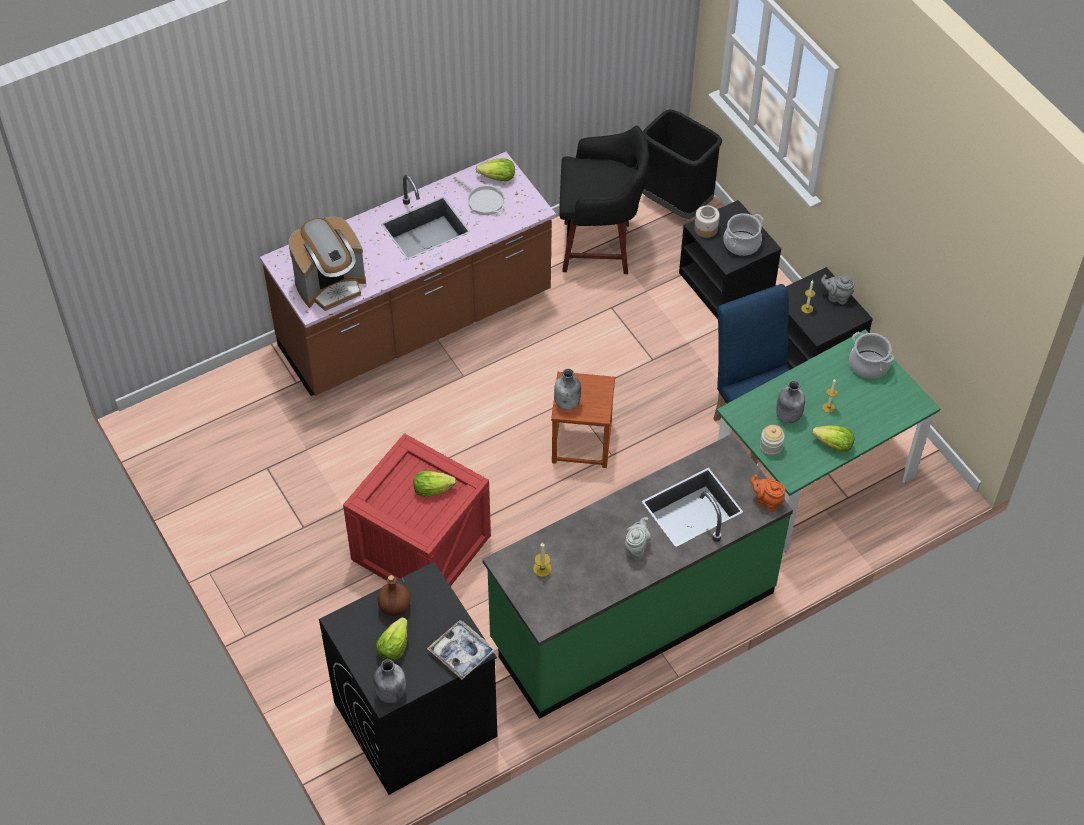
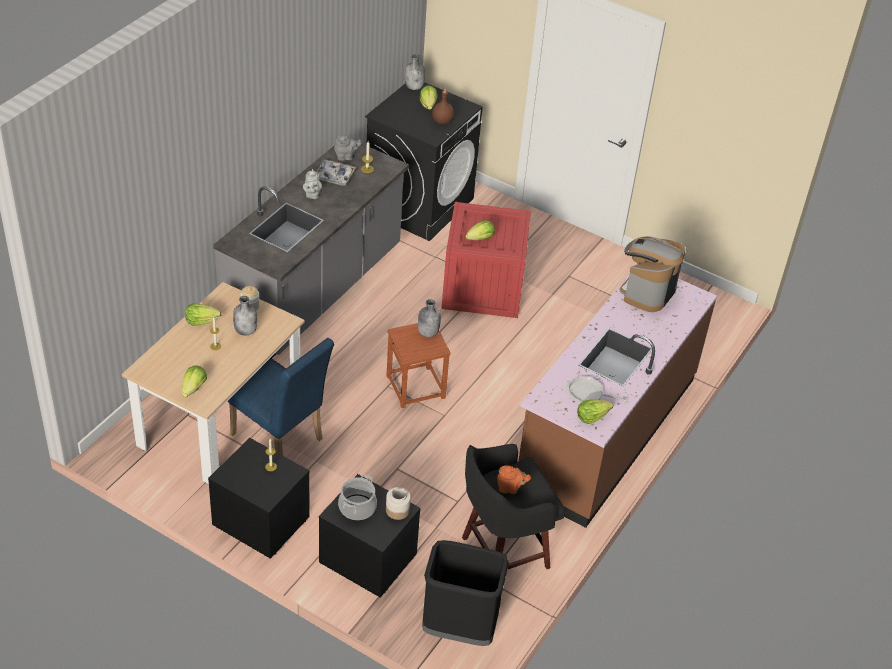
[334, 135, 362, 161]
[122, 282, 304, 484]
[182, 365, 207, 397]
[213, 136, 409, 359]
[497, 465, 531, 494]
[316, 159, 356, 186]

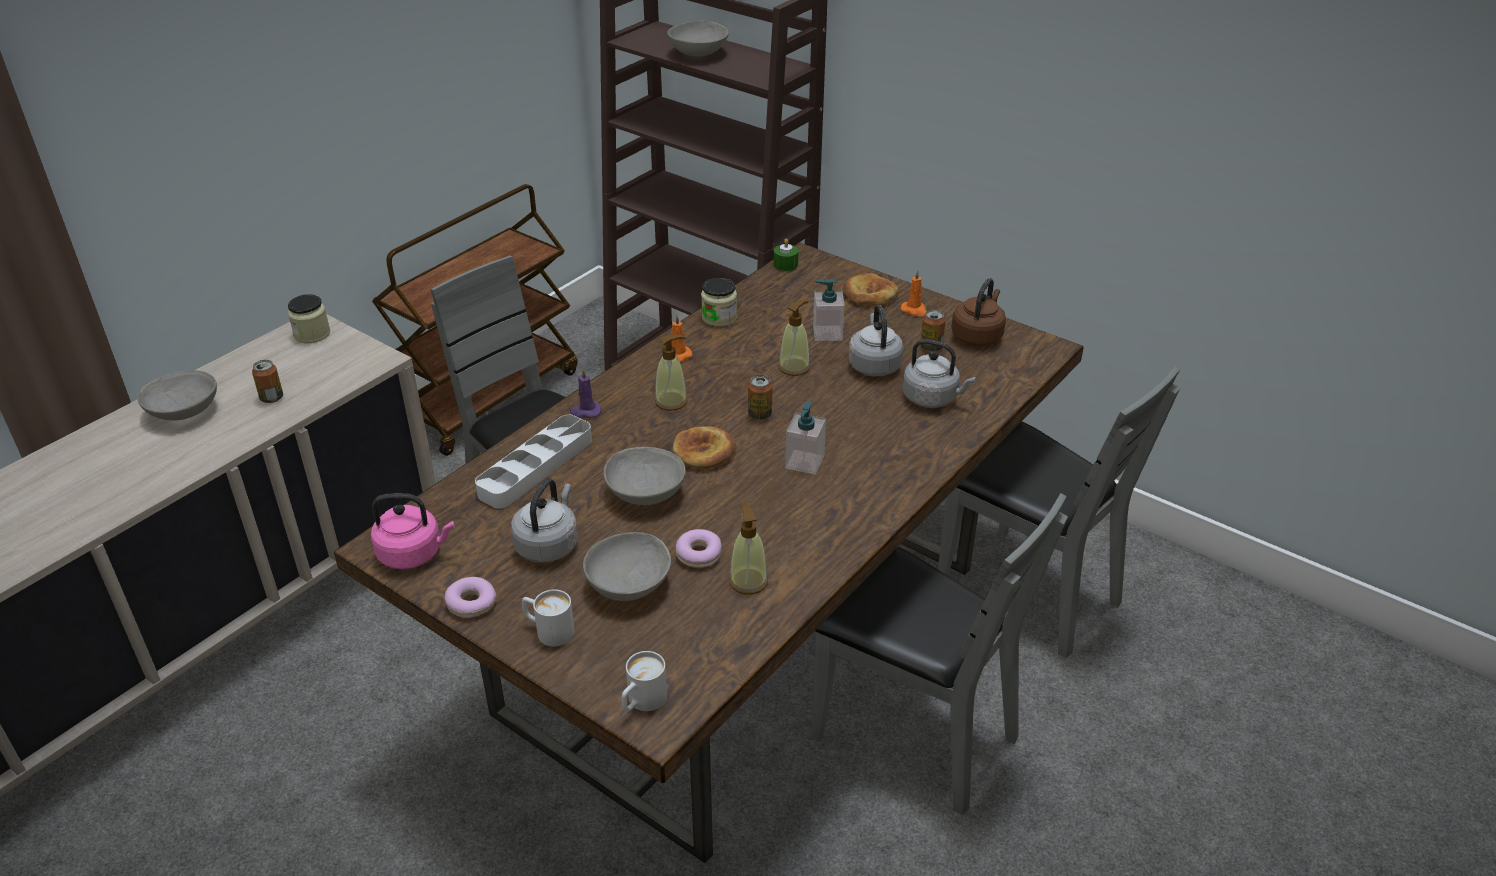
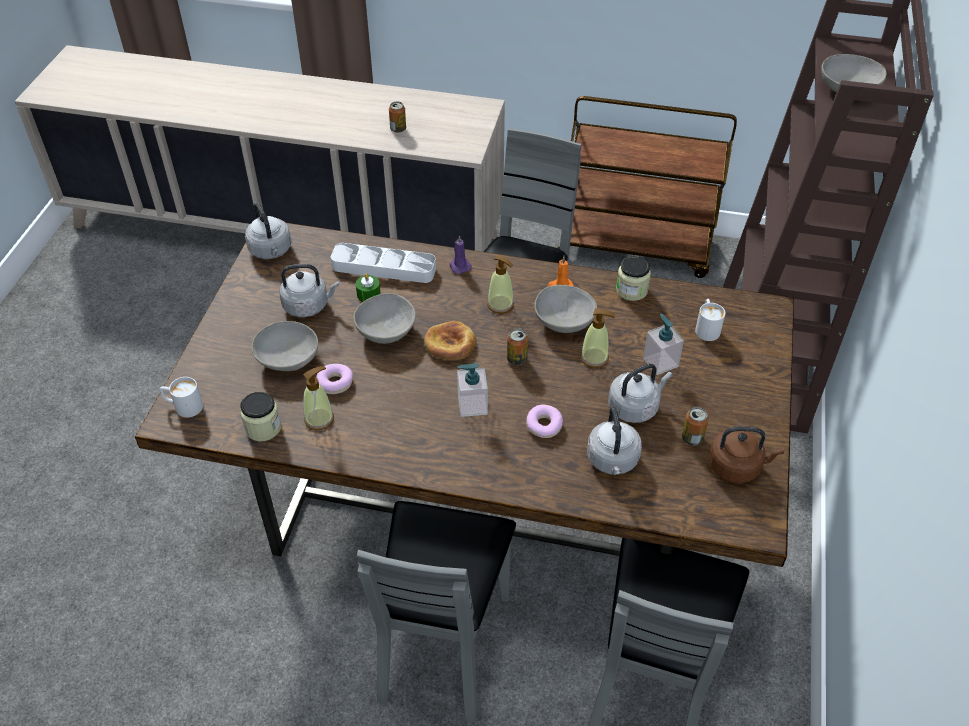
[356, 273, 381, 302]
[901, 270, 926, 316] (first image)
[843, 273, 899, 306] (first image)
[240, 392, 281, 441]
[534, 285, 597, 333]
[245, 202, 291, 259]
[526, 404, 563, 438]
[695, 299, 725, 341]

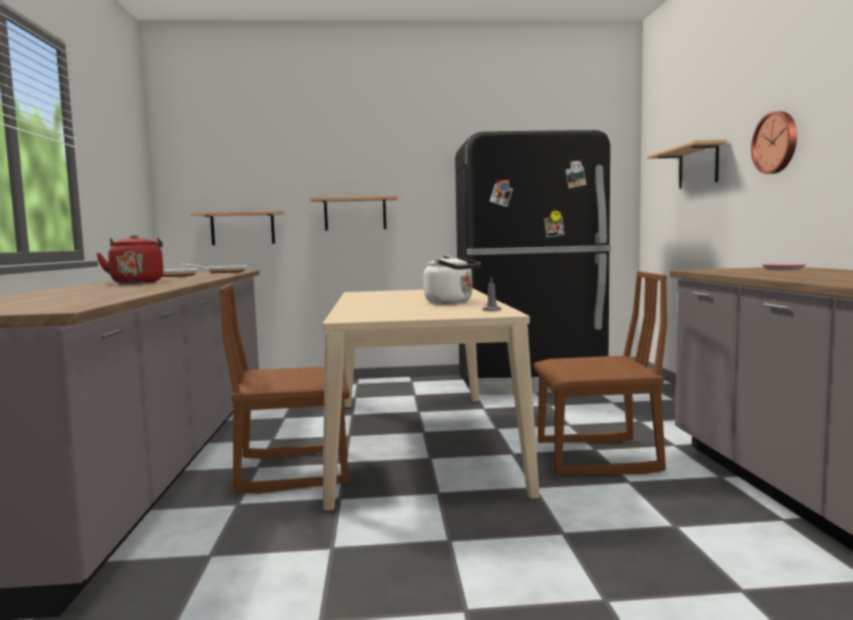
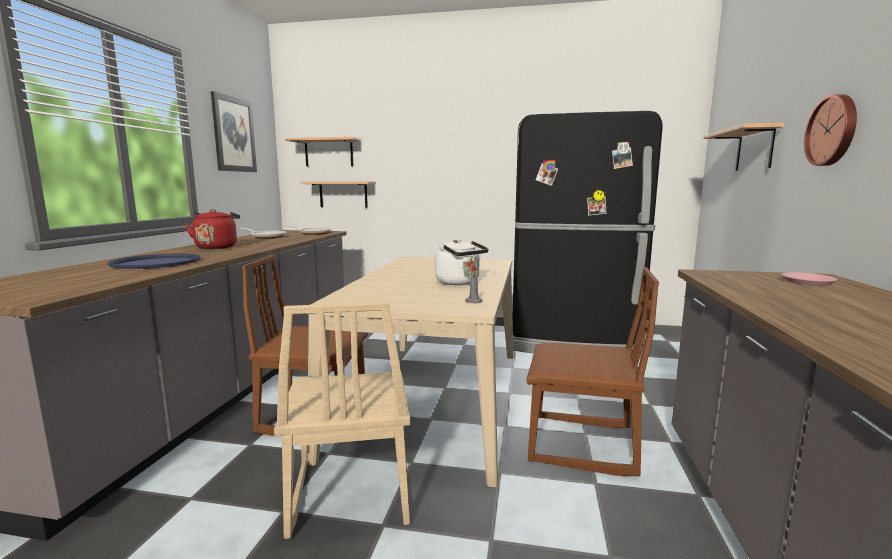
[285, 137, 362, 166]
[211, 91, 257, 172]
[108, 253, 201, 269]
[274, 302, 410, 539]

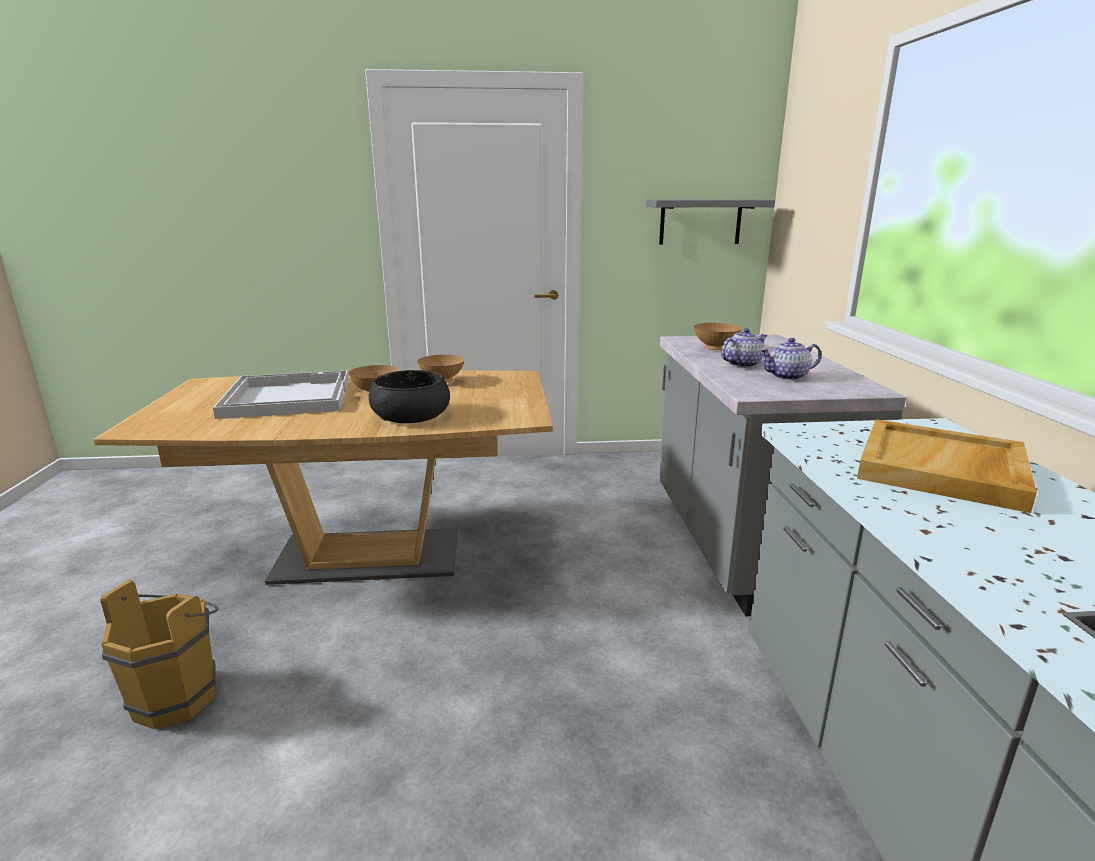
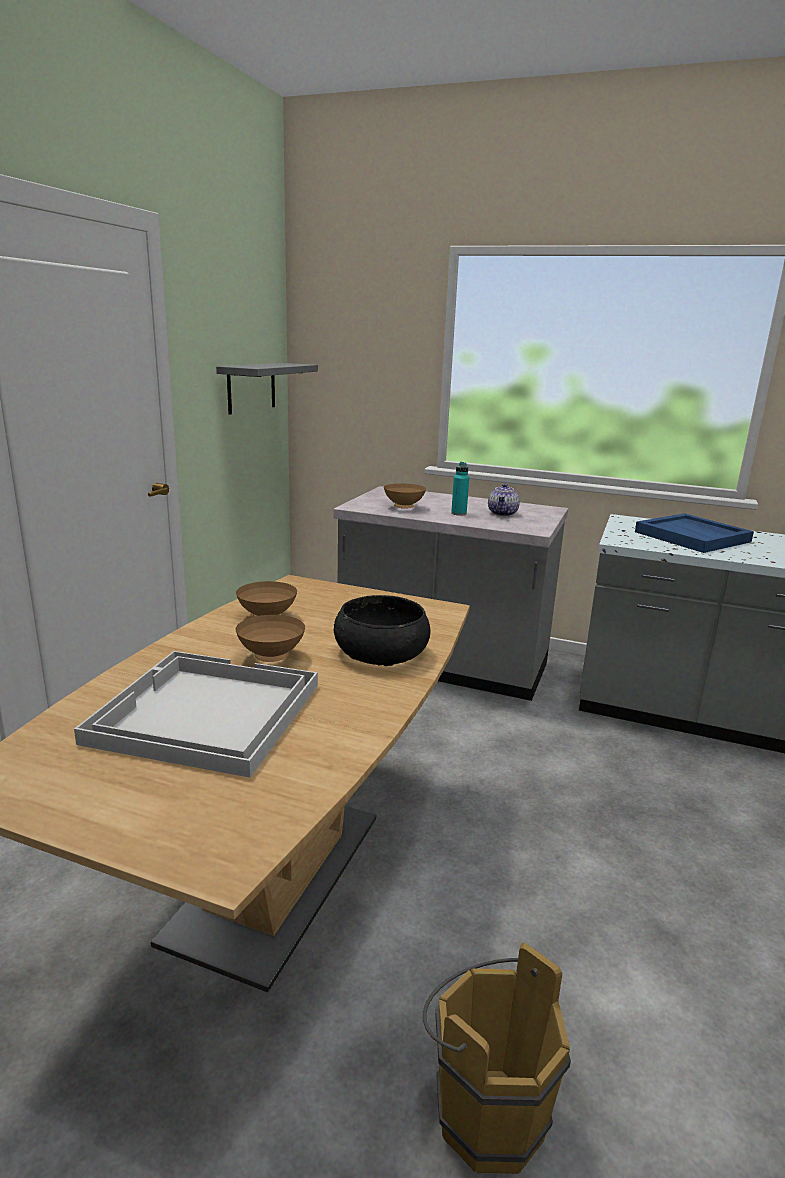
[451, 462, 469, 516]
[635, 513, 754, 553]

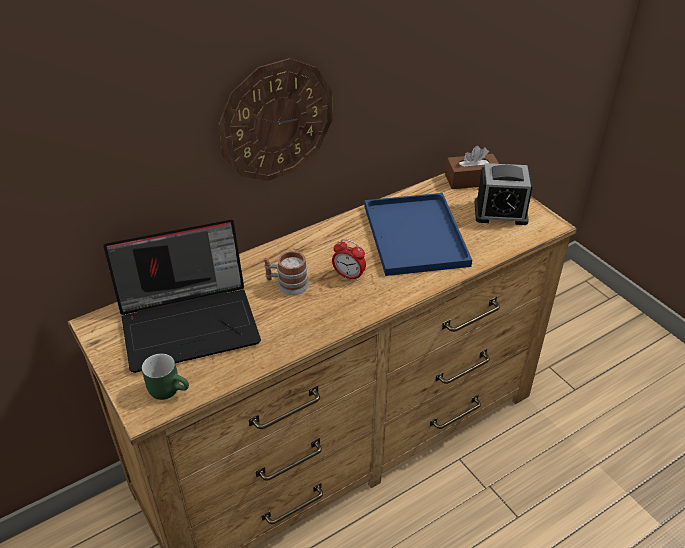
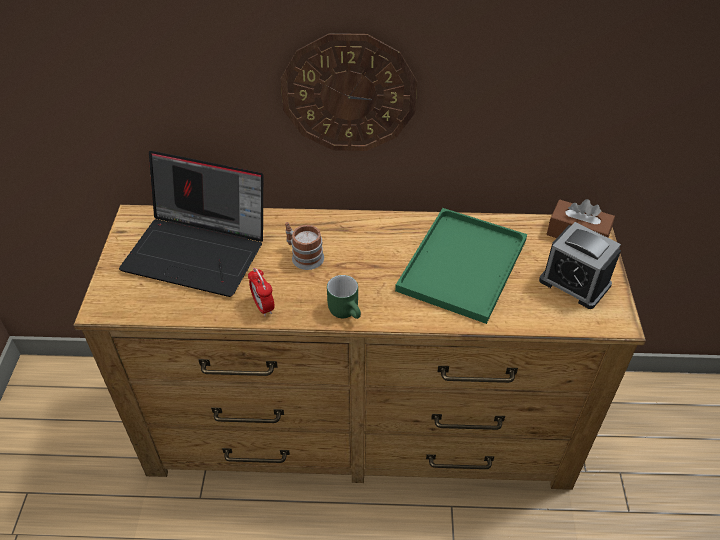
[395, 208, 527, 324]
[248, 268, 275, 316]
[327, 275, 361, 319]

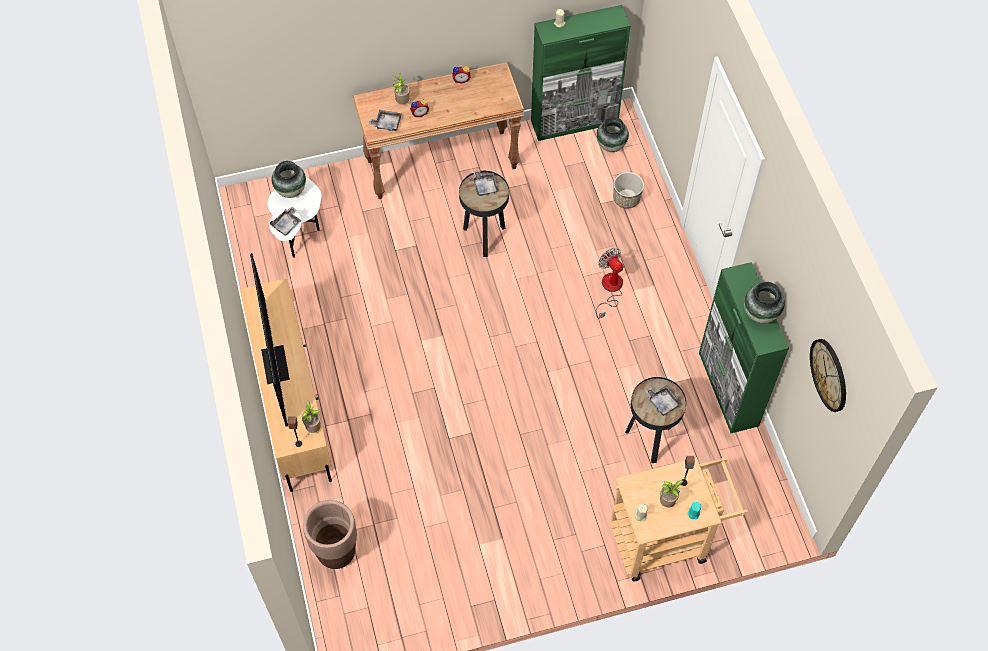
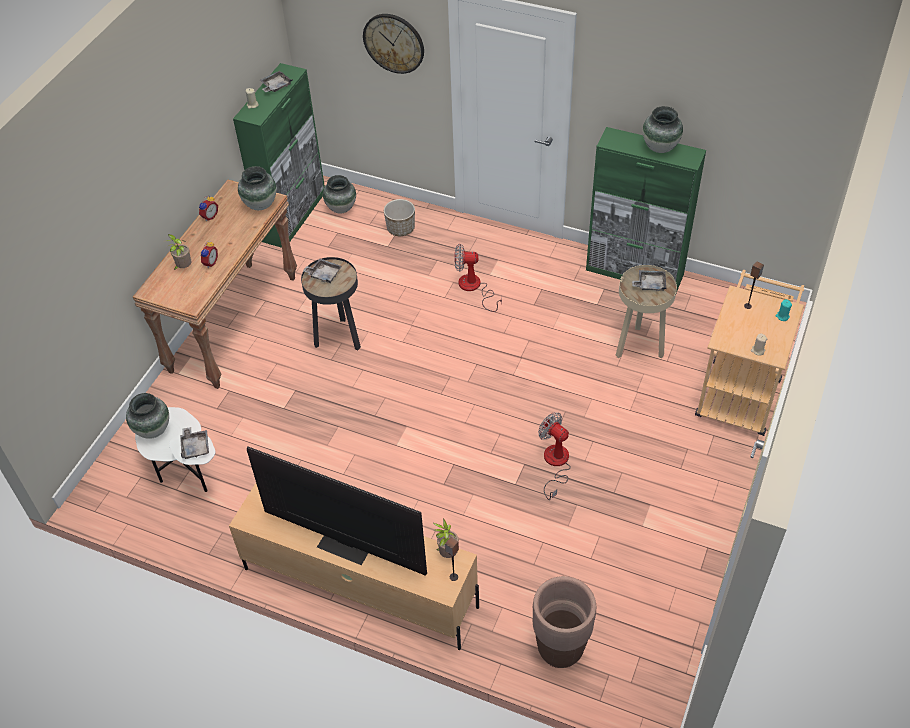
[260, 71, 293, 92]
[363, 14, 424, 74]
[616, 265, 677, 358]
[660, 480, 683, 508] (first image)
[238, 166, 277, 210]
[538, 412, 571, 500]

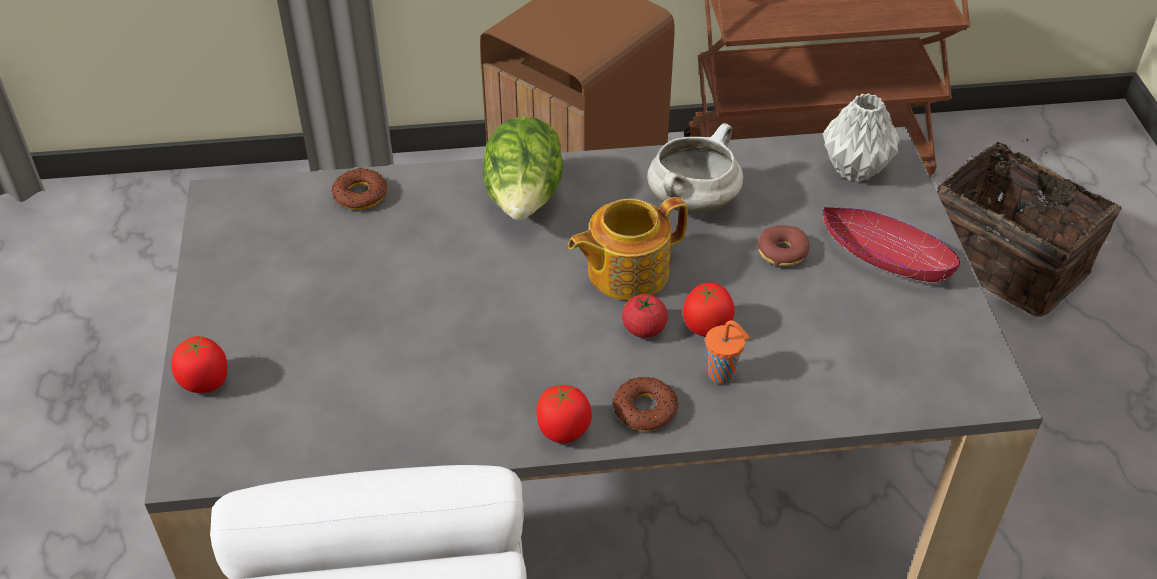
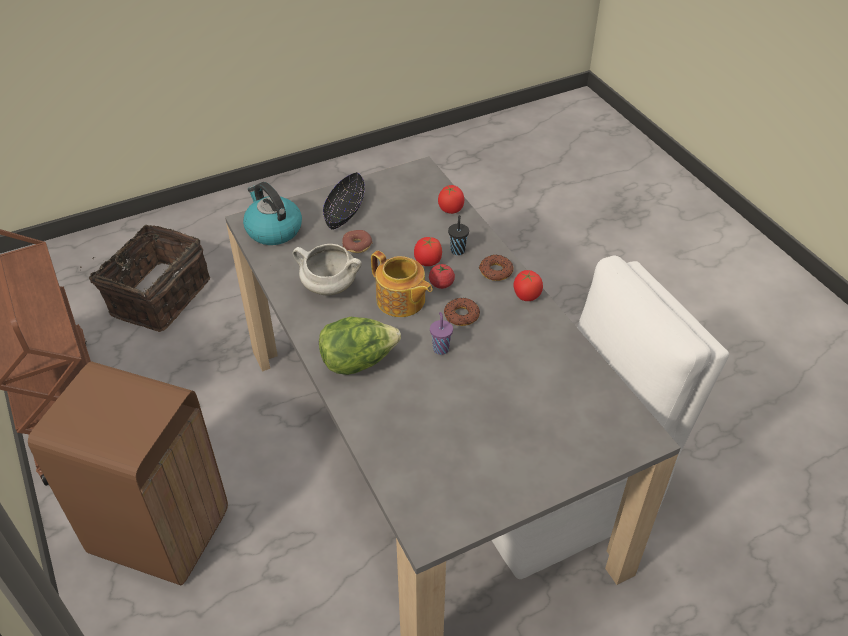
[243, 182, 302, 245]
[444, 298, 480, 326]
[323, 172, 365, 230]
[448, 215, 469, 255]
[438, 185, 464, 214]
[430, 312, 453, 355]

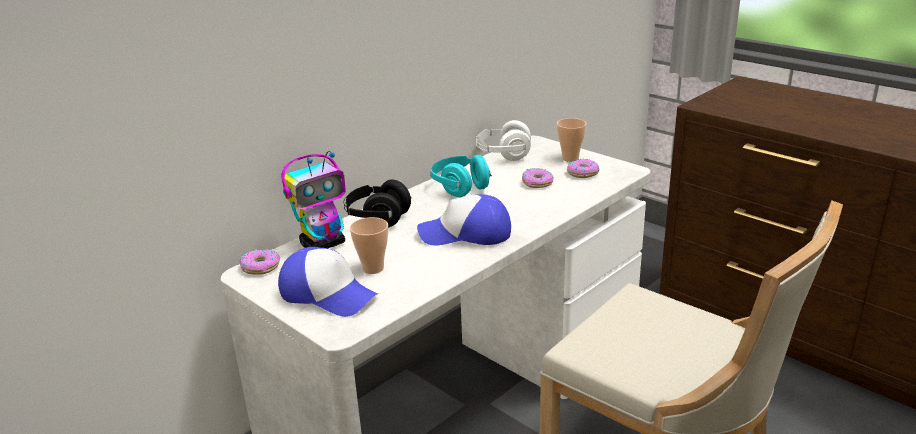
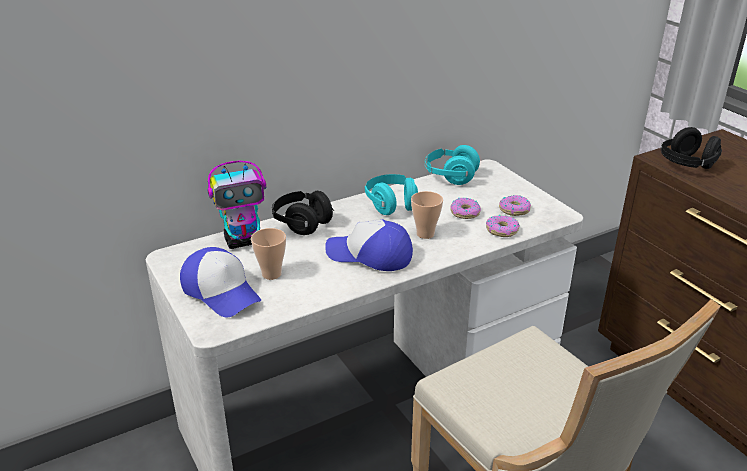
[411, 191, 443, 239]
[425, 145, 480, 185]
[486, 215, 520, 237]
[661, 127, 722, 169]

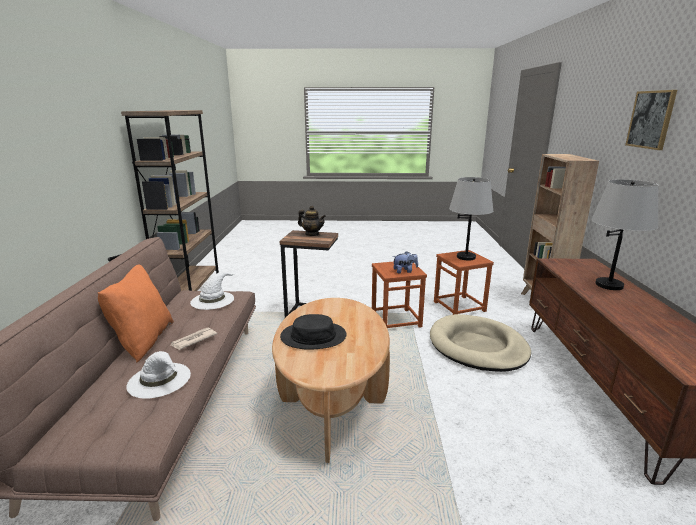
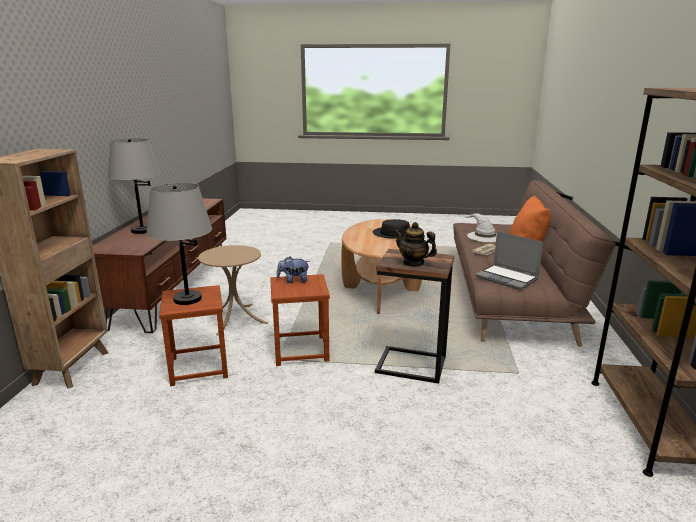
[625, 90, 677, 150] (first image)
[475, 231, 543, 290]
[198, 245, 269, 335]

